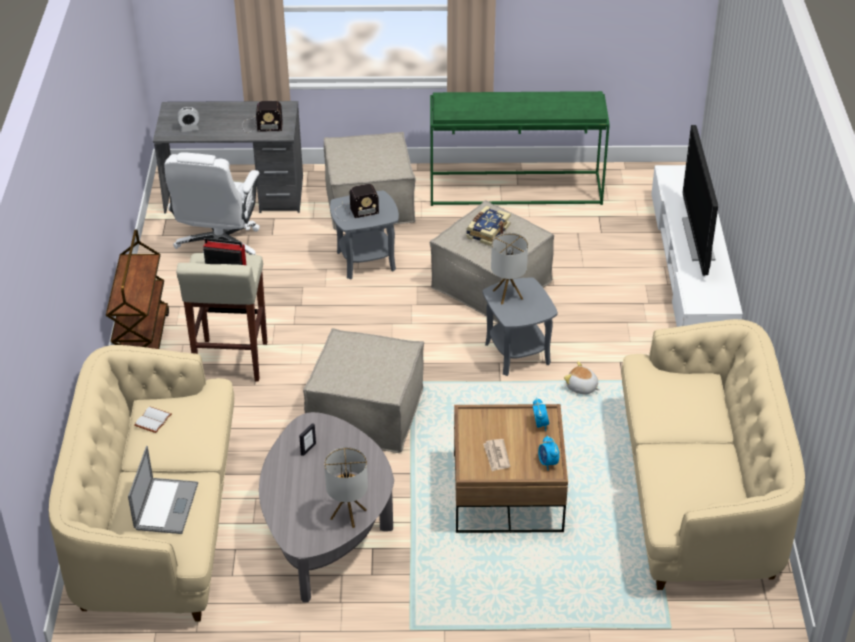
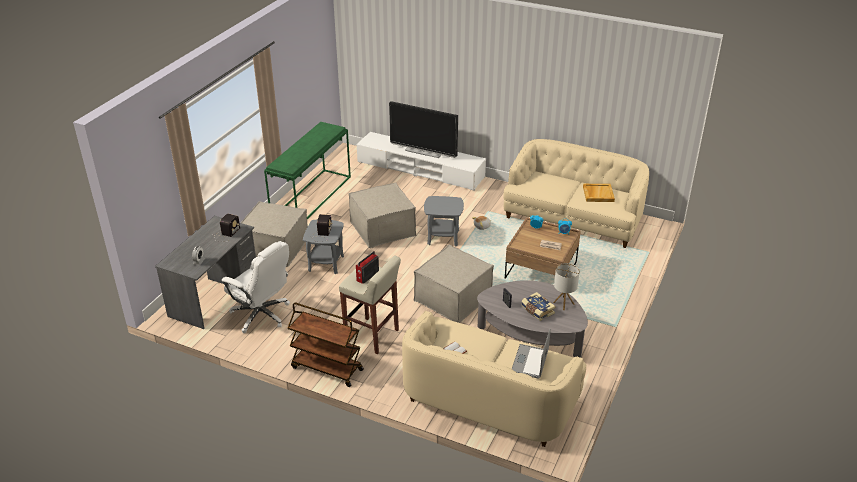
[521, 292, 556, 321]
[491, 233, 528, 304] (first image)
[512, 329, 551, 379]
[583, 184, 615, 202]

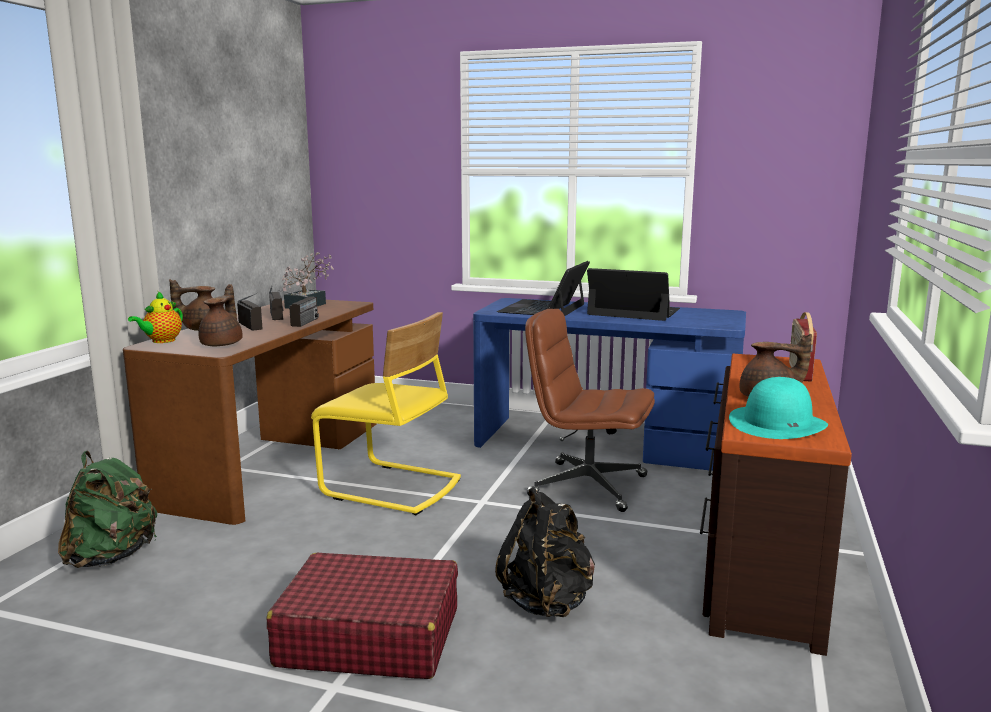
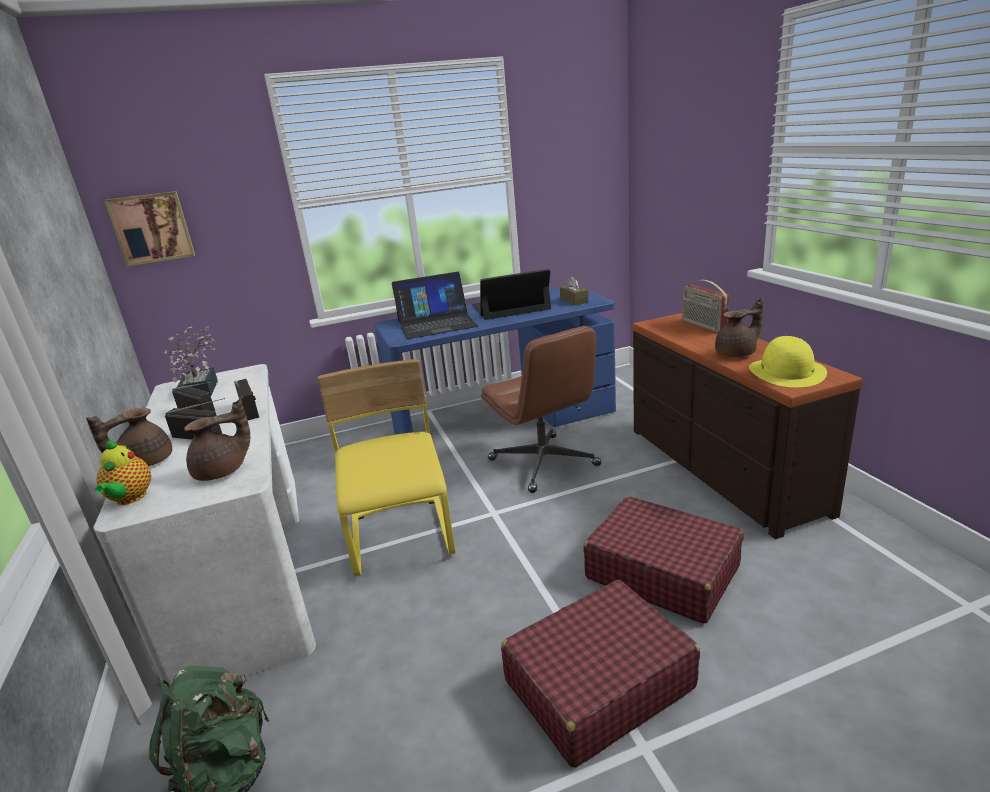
[392, 272, 478, 339]
[184, 399, 250, 481]
[93, 364, 316, 689]
[481, 326, 601, 493]
[318, 359, 455, 577]
[749, 336, 827, 387]
[583, 496, 744, 624]
[104, 191, 195, 266]
[560, 276, 589, 305]

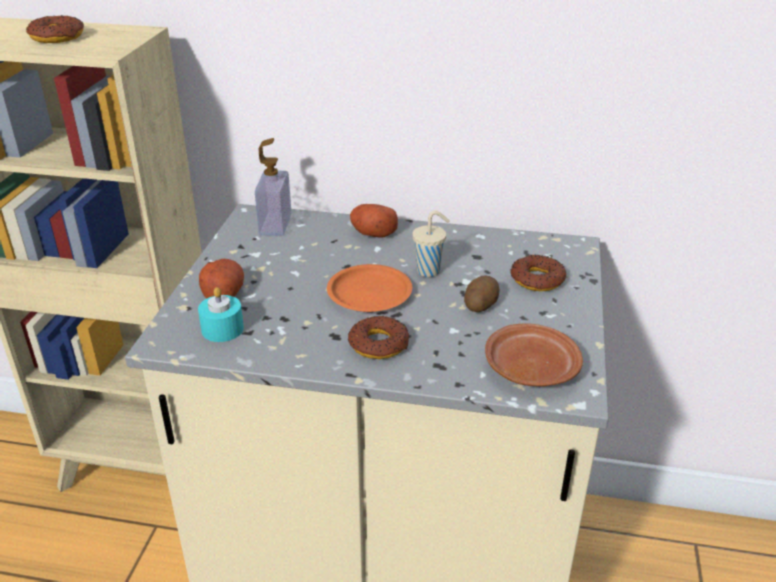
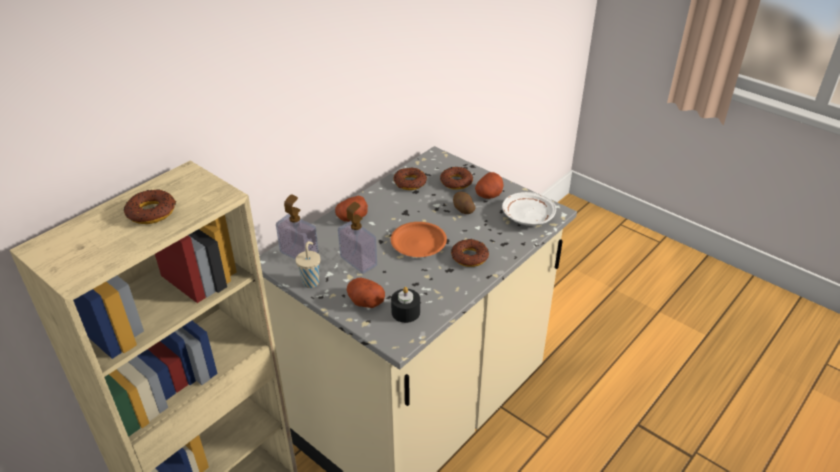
[295, 241, 320, 288]
[391, 287, 420, 323]
[502, 192, 556, 226]
[393, 167, 427, 190]
[475, 172, 504, 199]
[338, 202, 377, 274]

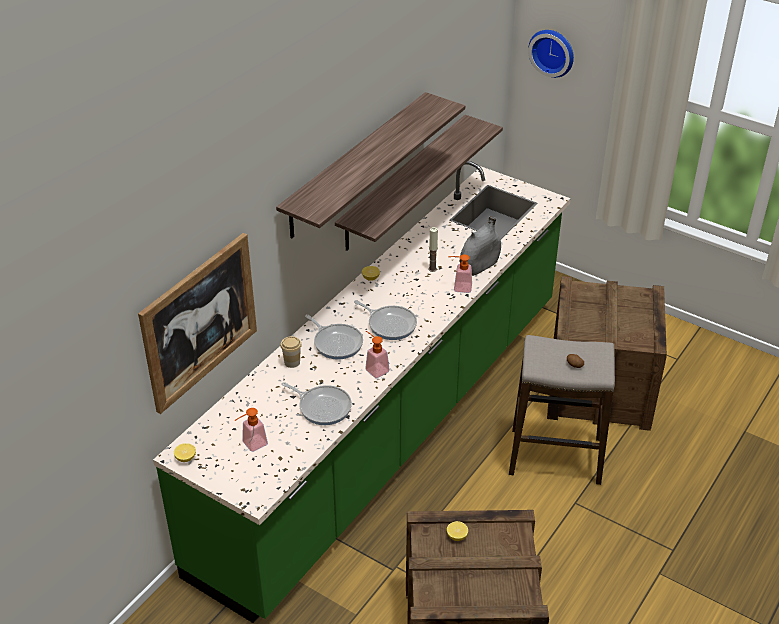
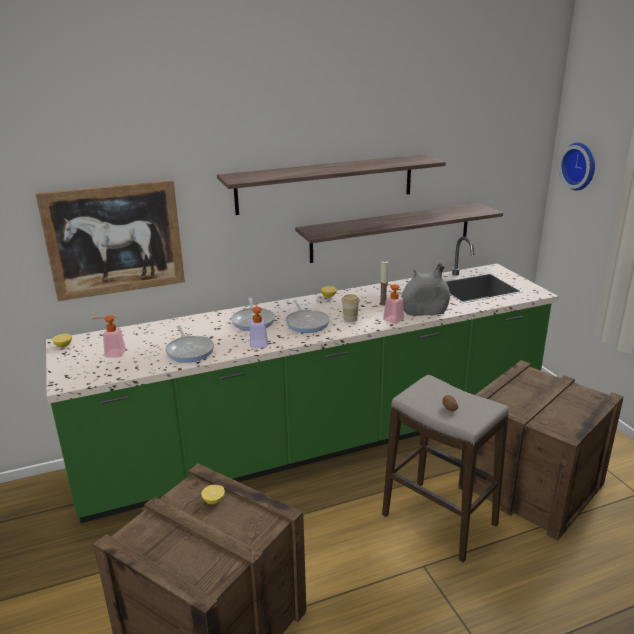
[341, 294, 360, 322]

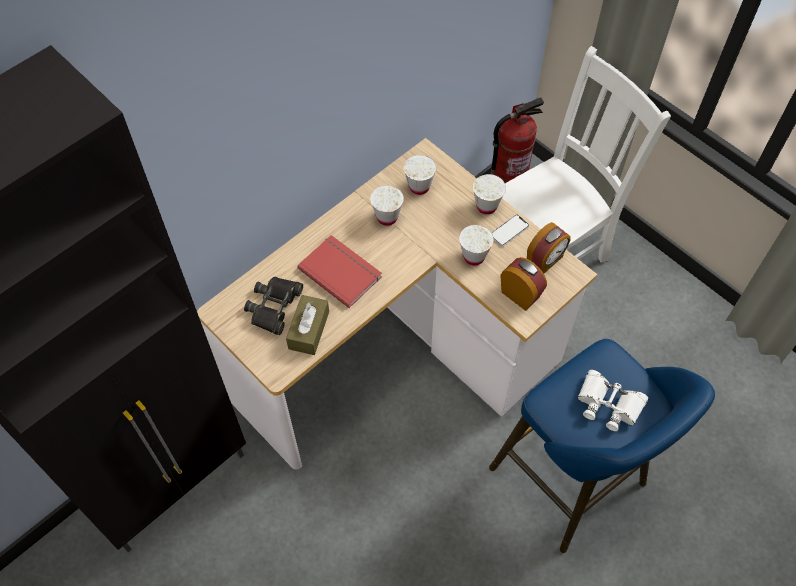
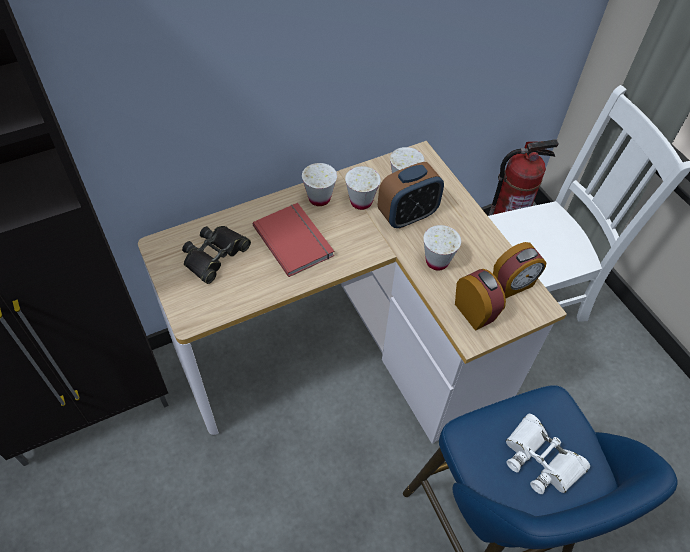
[302, 163, 337, 206]
[491, 214, 529, 246] (first image)
[286, 295, 329, 355] (first image)
[378, 162, 444, 229]

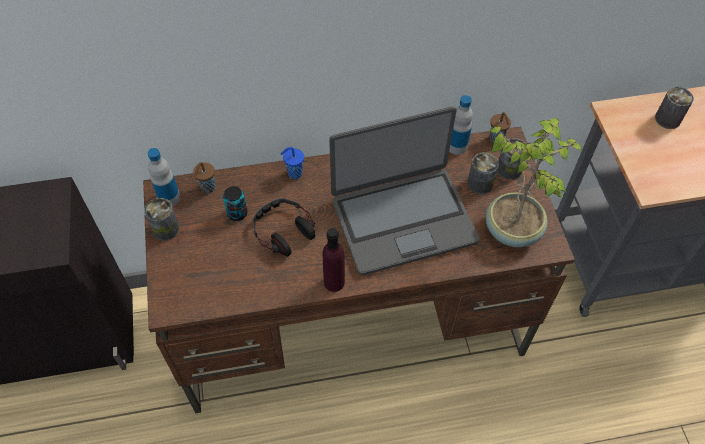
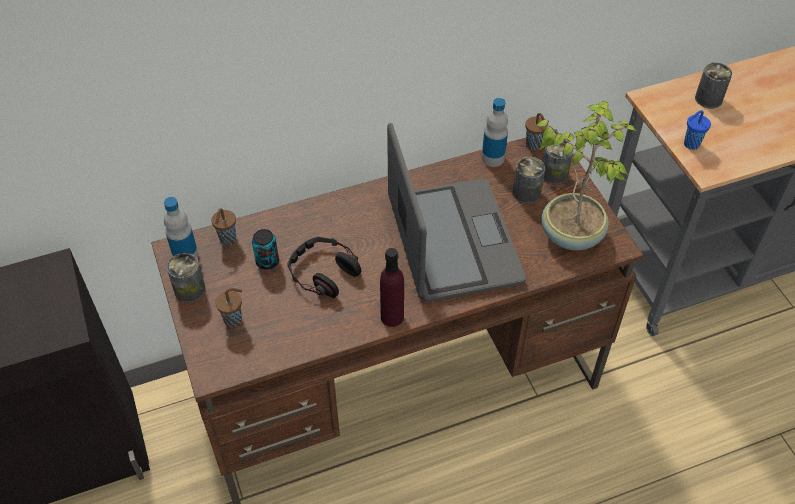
[387, 123, 526, 302]
[684, 110, 711, 150]
[215, 288, 242, 328]

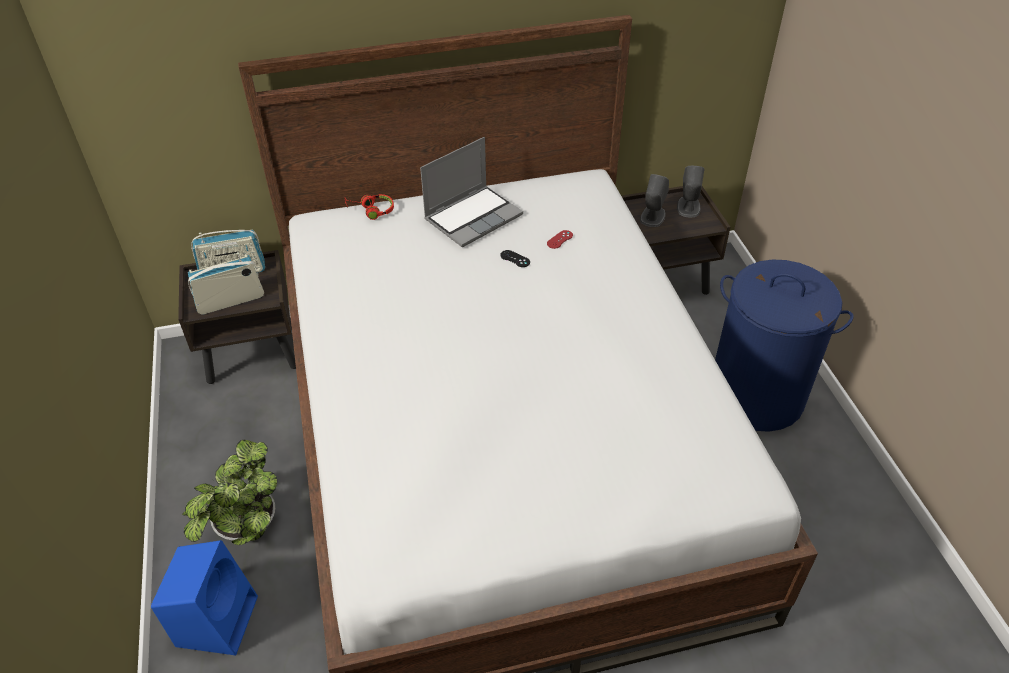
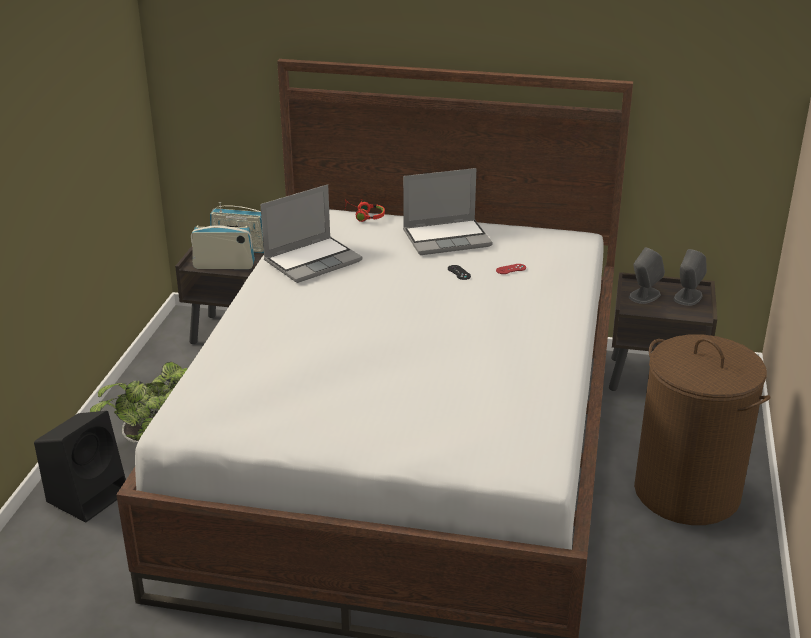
[634, 334, 771, 525]
[34, 411, 126, 523]
[260, 184, 362, 283]

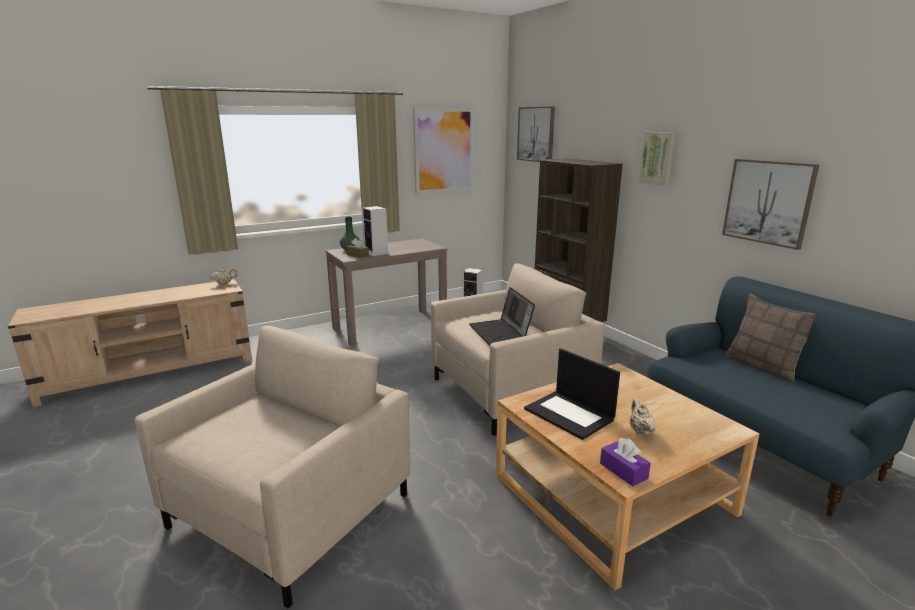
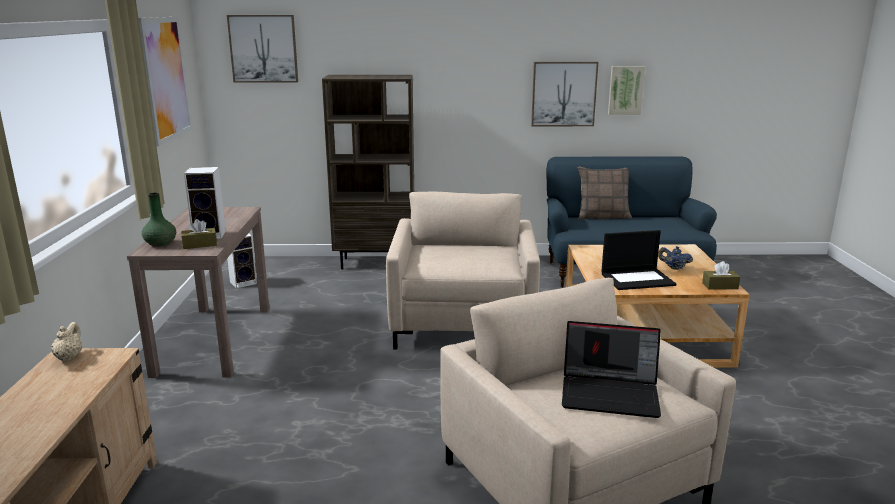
[608, 66, 645, 115]
[562, 321, 661, 418]
[658, 246, 693, 270]
[702, 261, 740, 290]

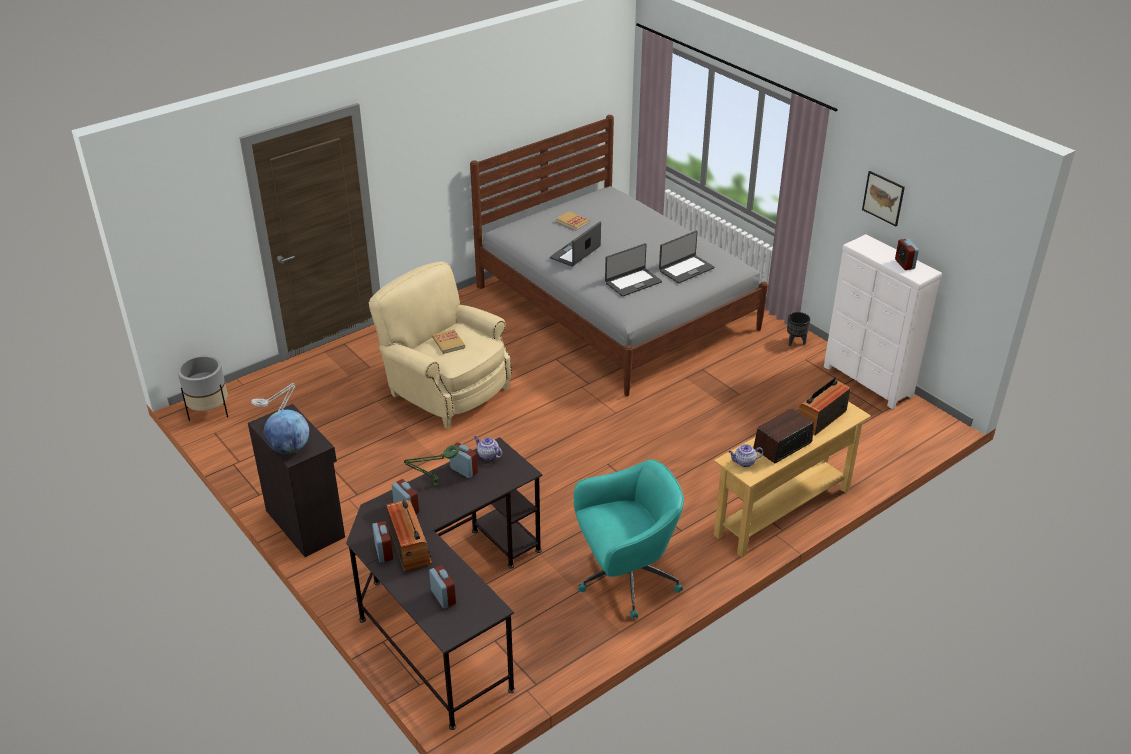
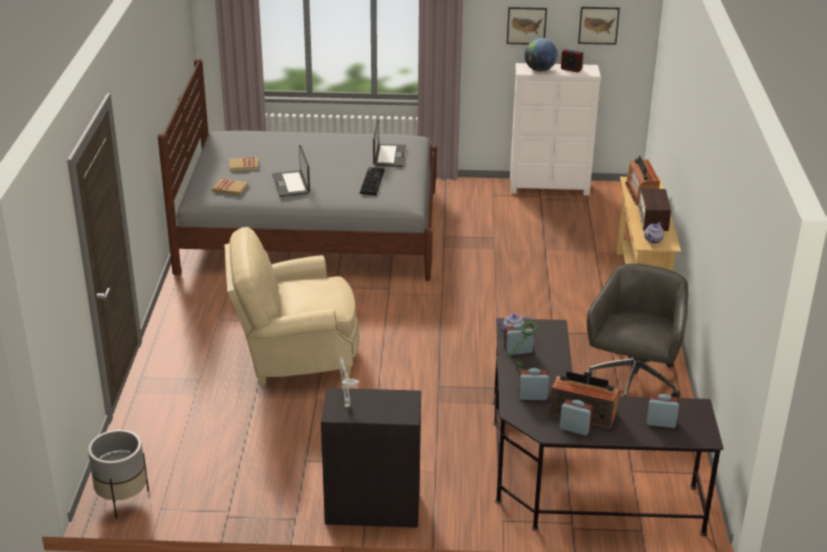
[360, 167, 384, 196]
[787, 312, 810, 346] (first image)
[212, 179, 248, 196]
[525, 38, 558, 72]
[584, 264, 689, 398]
[578, 7, 620, 45]

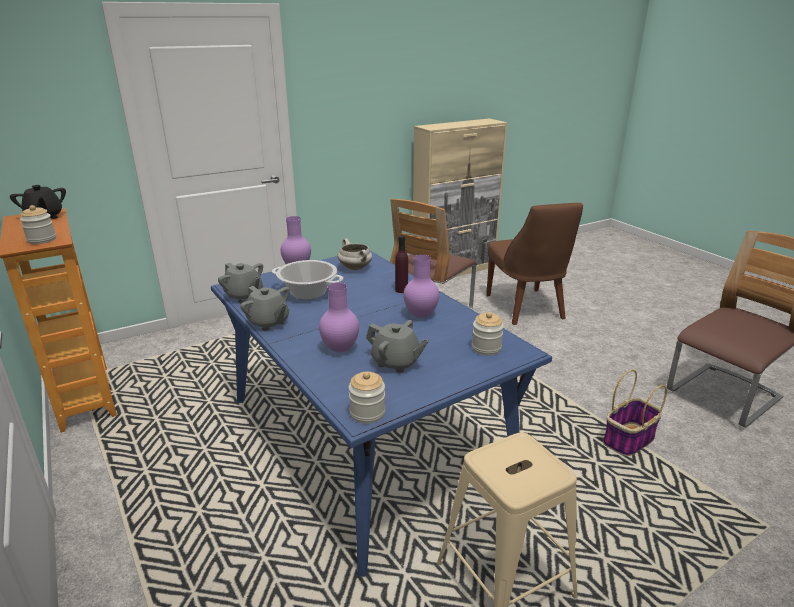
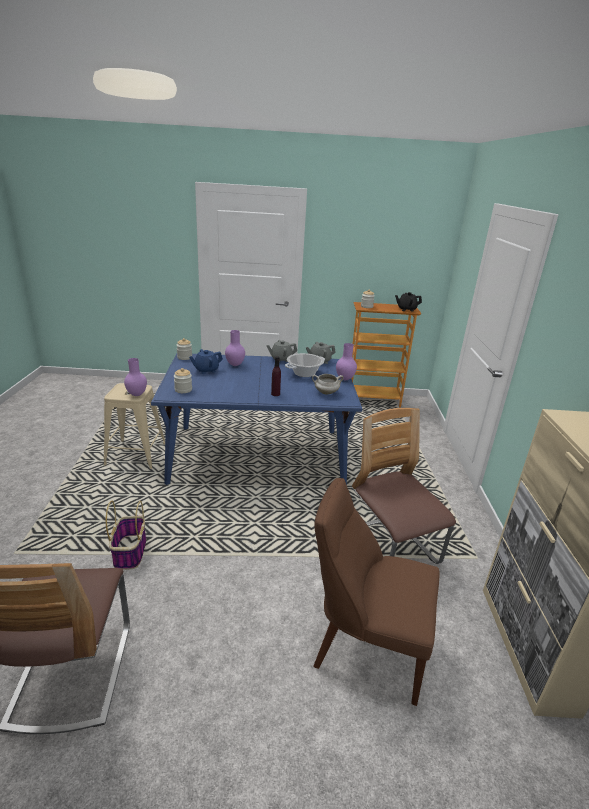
[124, 358, 147, 396]
[189, 349, 223, 374]

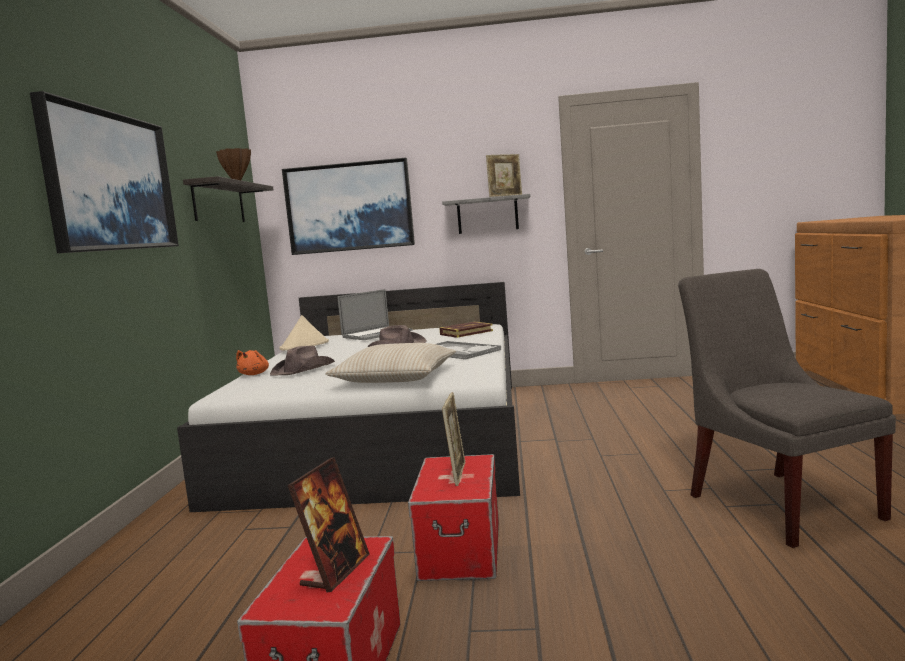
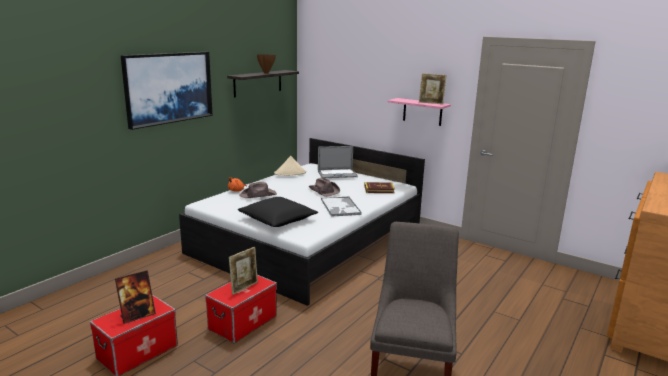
[282, 158, 415, 255] (first image)
[387, 98, 451, 126]
[238, 197, 318, 227]

